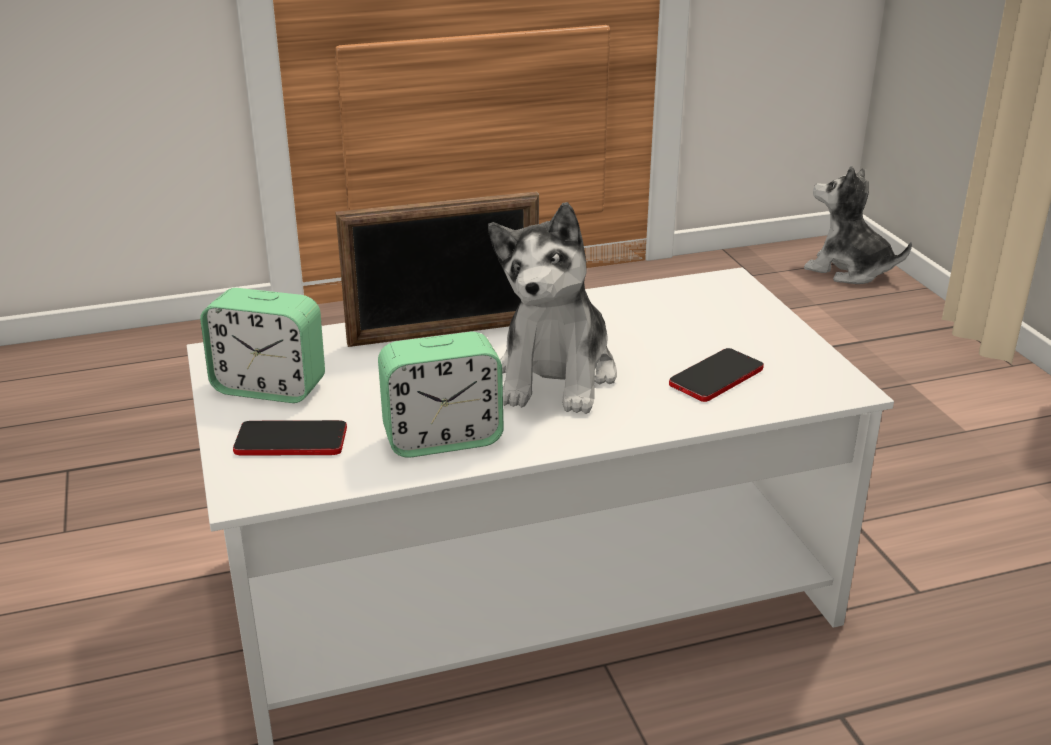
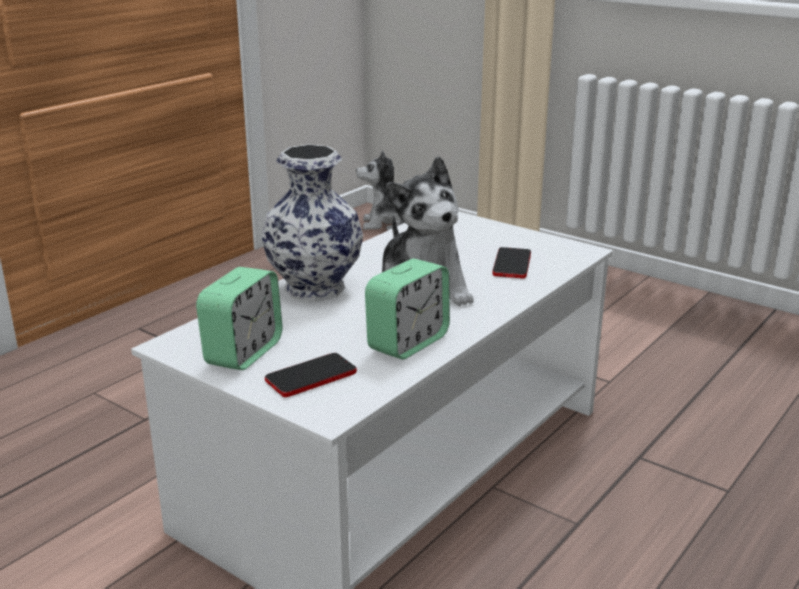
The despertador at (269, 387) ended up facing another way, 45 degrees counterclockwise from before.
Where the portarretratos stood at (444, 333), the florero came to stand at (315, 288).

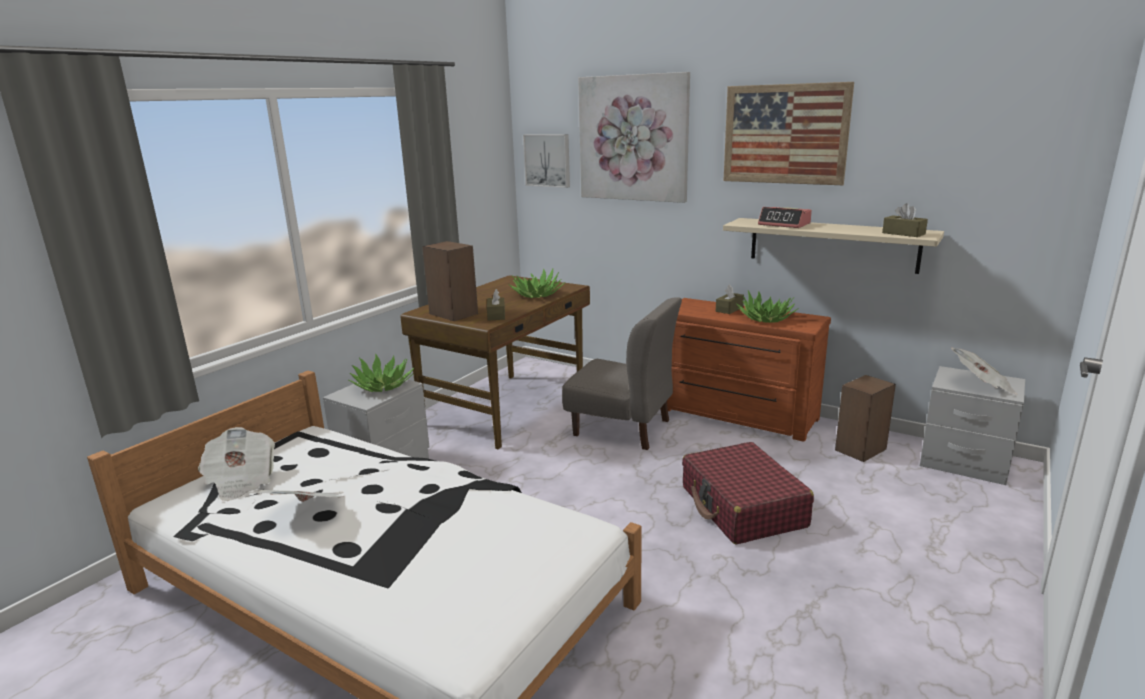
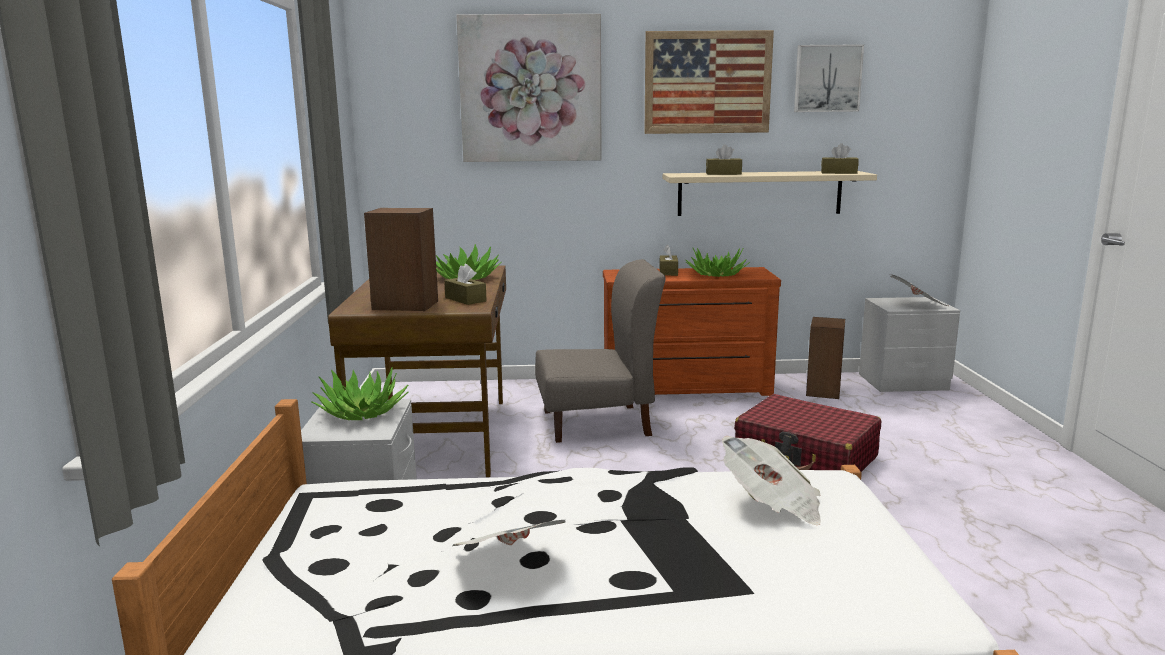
The periódico ended up elsewhere, having gone from (241, 481) to (772, 505).
The cuadro ended up elsewhere, having gone from (548, 160) to (827, 78).
Where the despertador stood at (784, 224), the caja de pañuelos [marrón] came to stand at (723, 174).

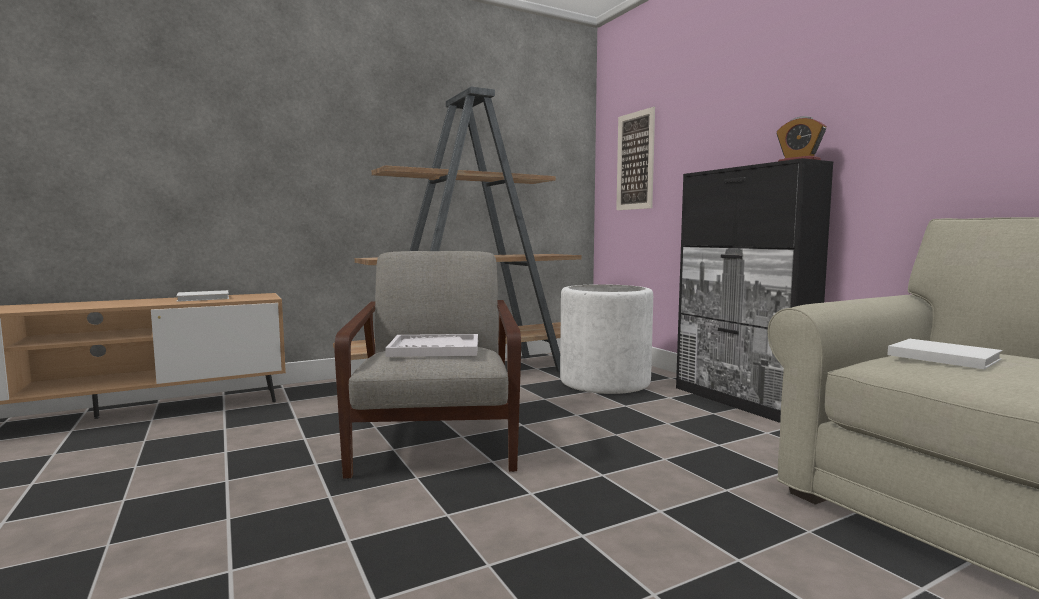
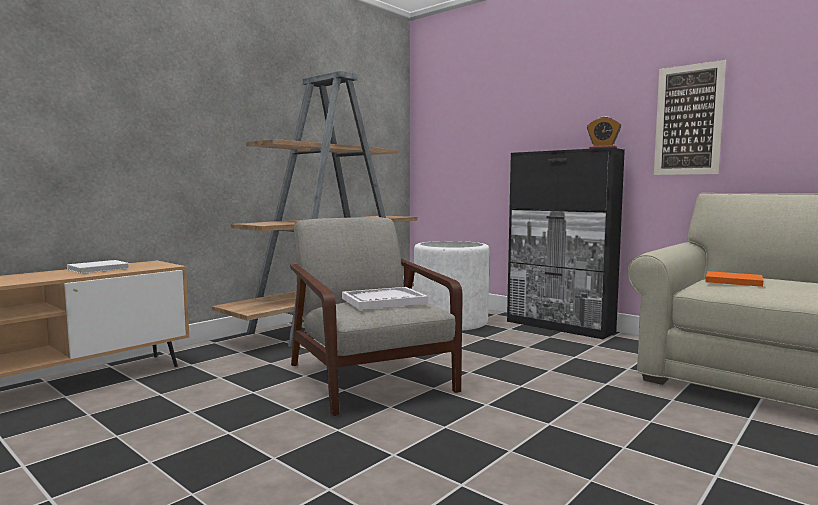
The cuadro ended up elsewhere, having gone from (635, 161) to (688, 120).
What was the libro [blanco] at (939, 356) turned into the libro [naranja] at (731, 281).

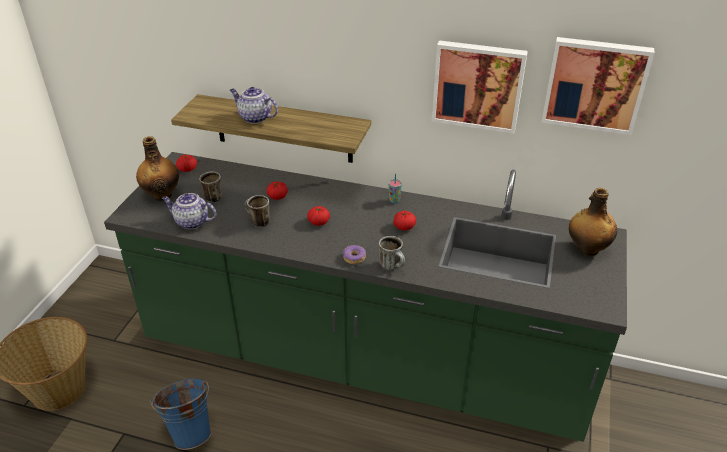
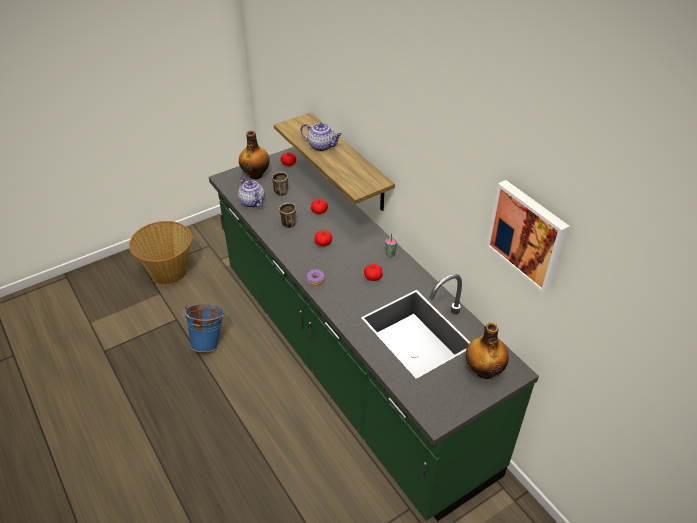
The tetera at (254, 117) ended up facing another way, 135 degrees clockwise from before.
The second view lost the taza grande at (393, 266).
The second view lost the cuadro at (478, 85).

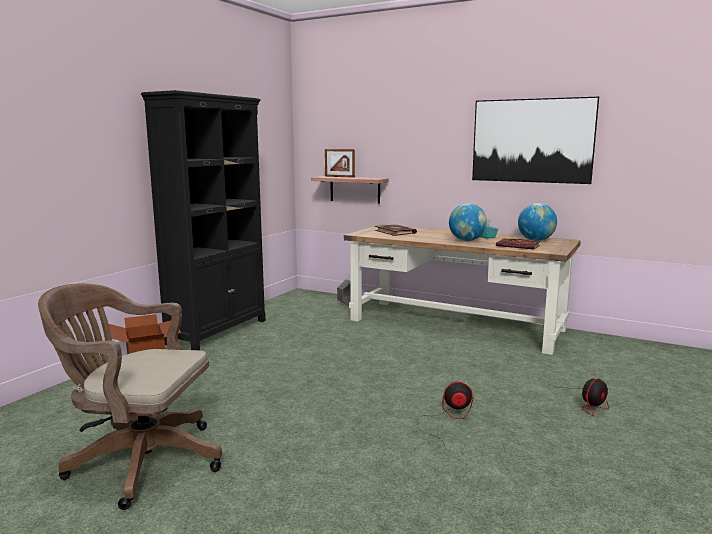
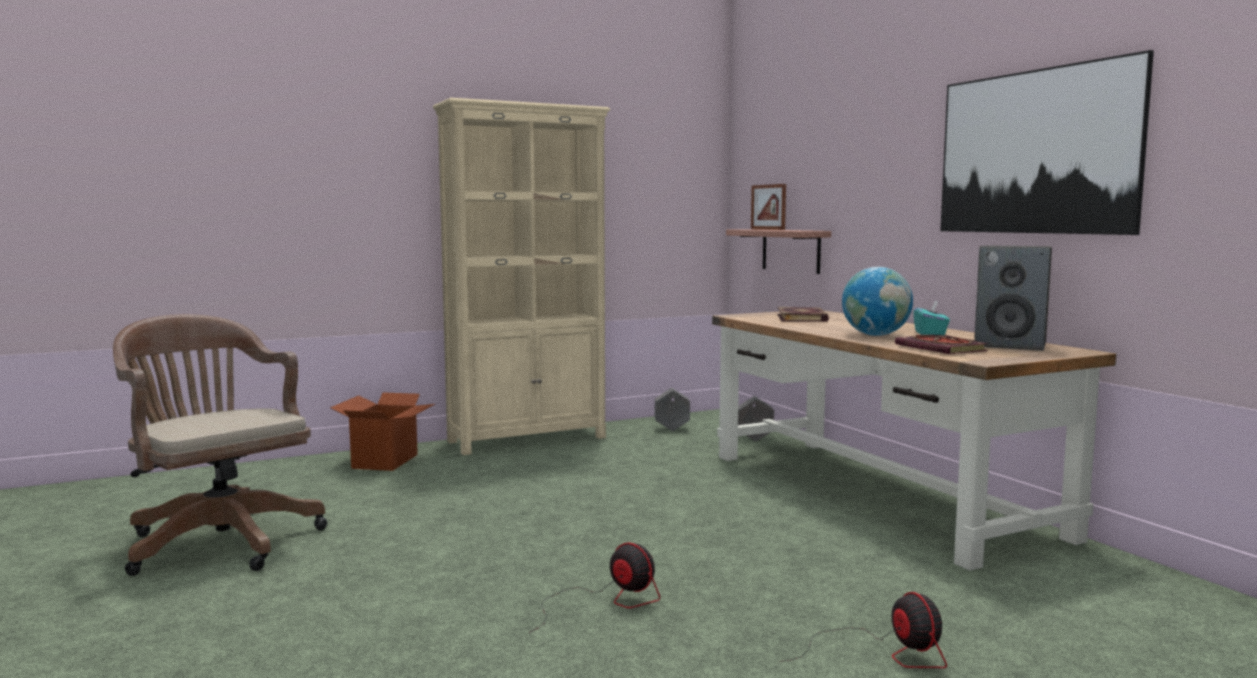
What was the estantería [negro] at (218, 331) turned into the estantería [beis] at (528, 439).
Where the globo terráqueo stood at (535, 240), the altavoz came to stand at (1011, 345).
The ventilador at (588, 403) ended up facing another way, 105 degrees counterclockwise from before.
The second view gained the maceta [gris] at (672, 429).

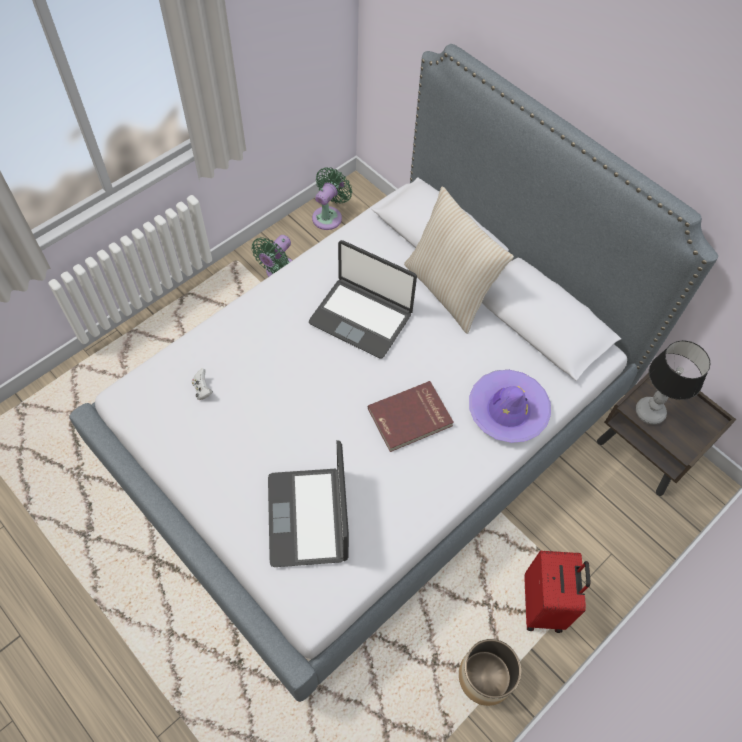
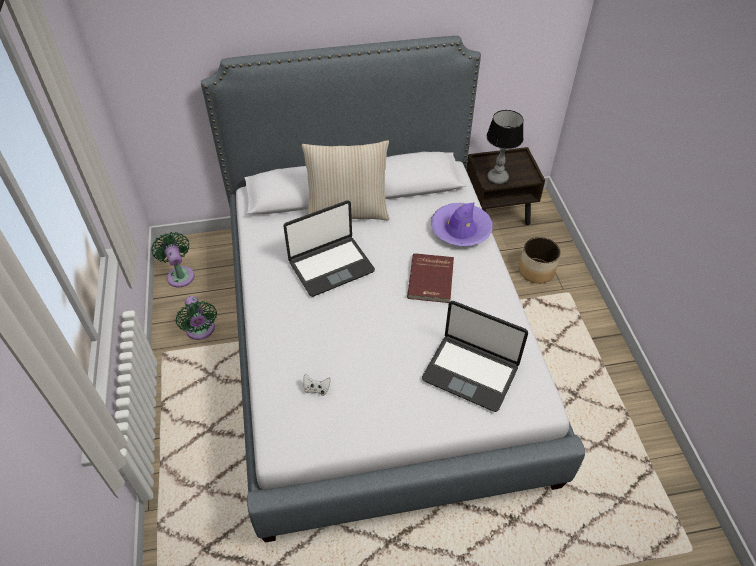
The maceta ended up elsewhere, having gone from (486, 676) to (536, 271).
The second view lost the maleta [rojo] at (544, 605).

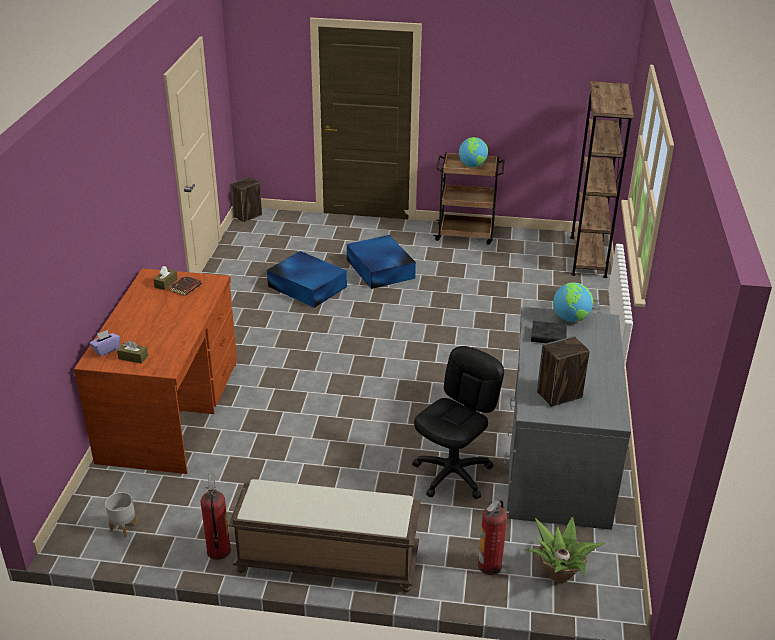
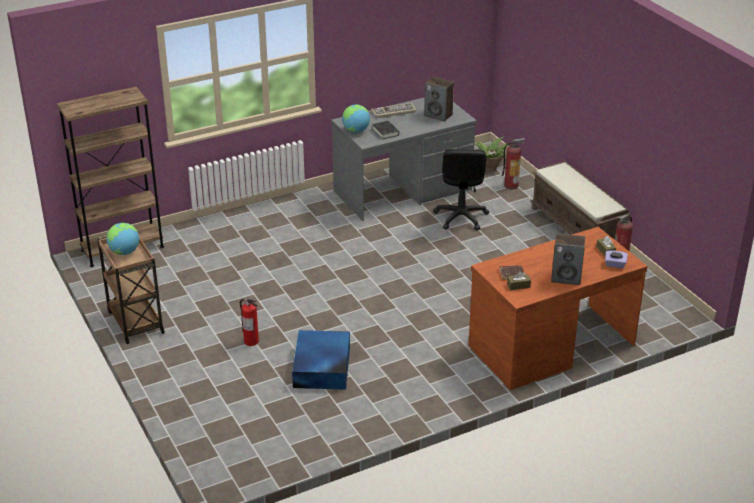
The second view lost the maceta [gris] at (123, 527).
The altavoz ended up elsewhere, having gone from (247, 216) to (566, 277).
Where the caja de almacenaje [azul] stood at (380, 269), the extintor came to stand at (251, 341).
The silla de oficina [negro] at (453, 474) ended up facing another way, 90 degrees counterclockwise from before.
The second view gained the teclado at (393, 112).

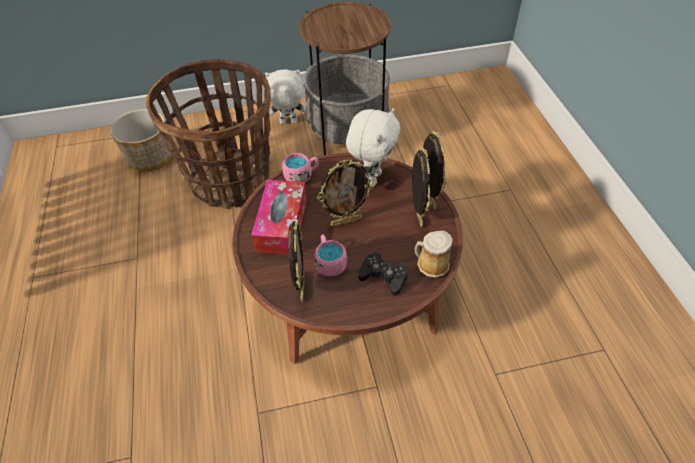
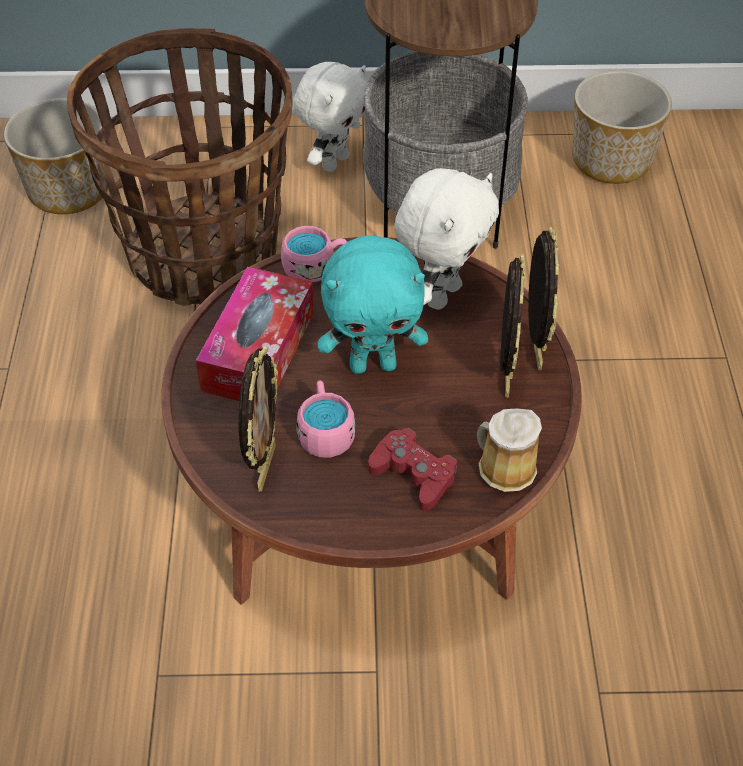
The peluche [blanco] at (288, 123) ended up facing another way, 120 degrees clockwise from before.
Where the portarretratos stood at (346, 221), the peluche [turquesa] came to stand at (373, 364).
What was the mando de consola [negro] at (383, 277) turned into the mando de consola [rojo] at (413, 474).
The second view gained the maceta at (609, 160).

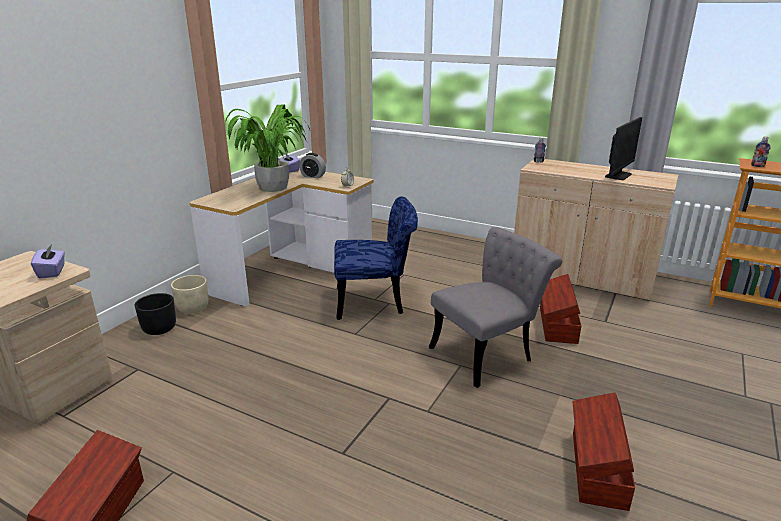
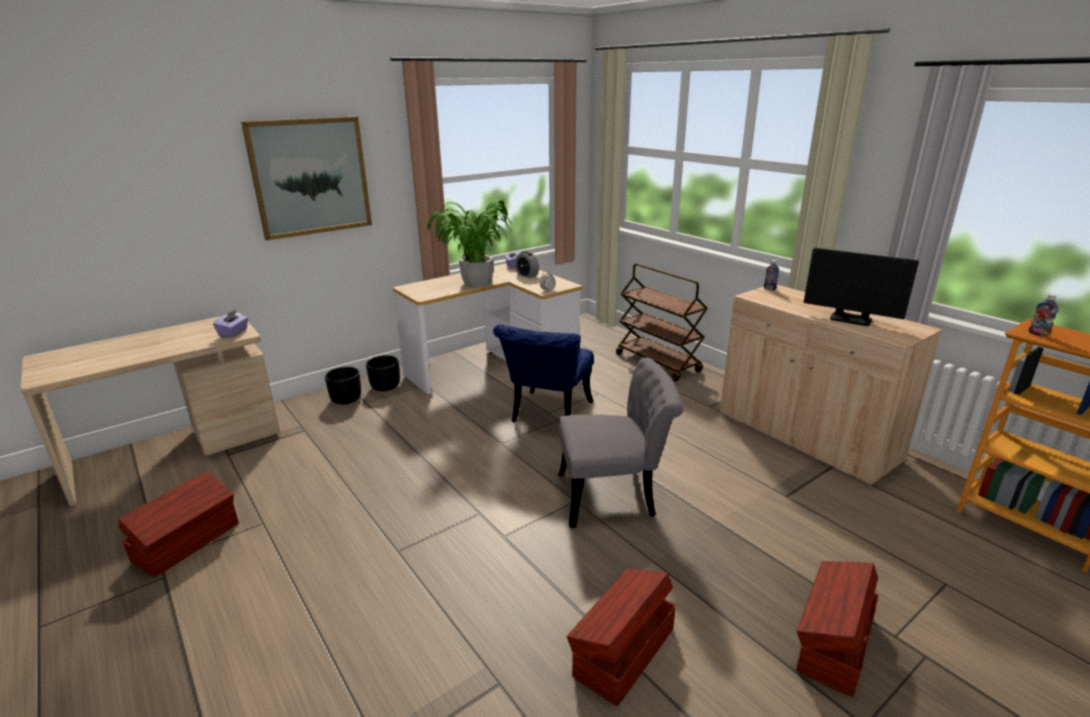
What was the maceta [beis] at (192, 308) turned into the maceta [negro] at (385, 386).
The silla [azul] at (376, 301) ended up facing another way, 90 degrees clockwise from before.
The caja de almacenaje [marrón] ended up elsewhere, having gone from (556, 325) to (833, 643).
The monitor at (618, 175) ended up facing another way, 60 degrees clockwise from before.
The second view gained the cuadro at (311, 177).
The second view gained the carrito [marrón] at (658, 363).

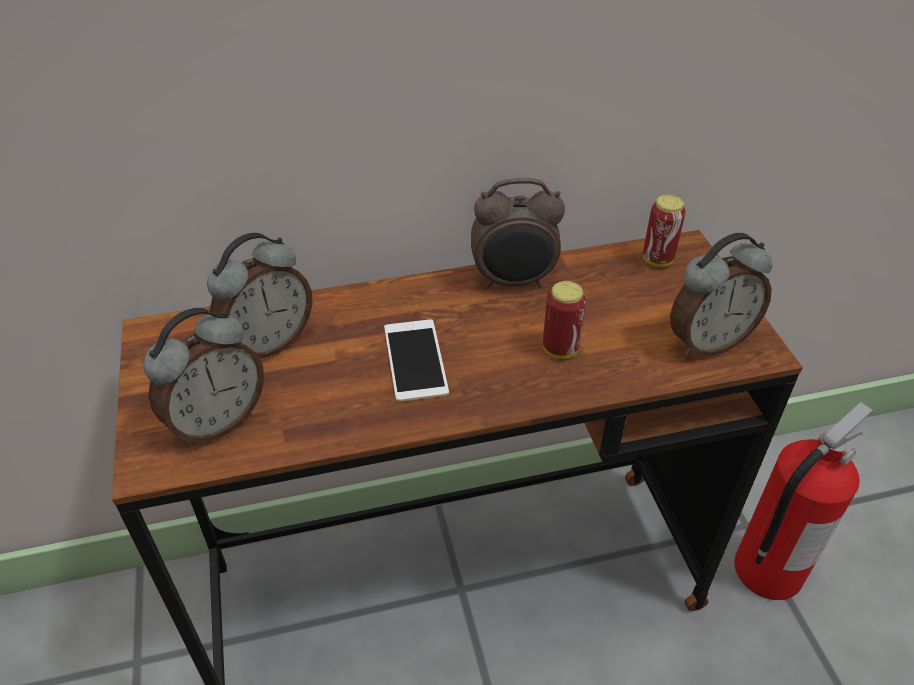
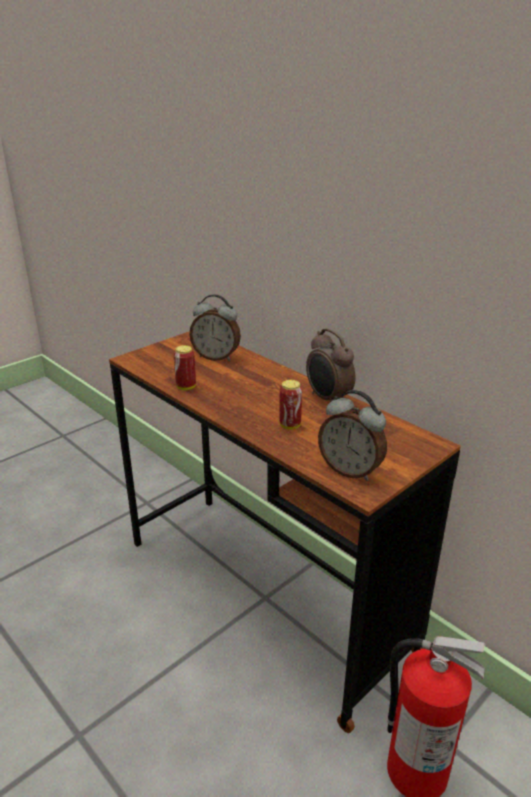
The second view lost the despertador at (217, 421).
The second view lost the móvil at (415, 360).
The lata ended up elsewhere, having gone from (657, 260) to (186, 387).

